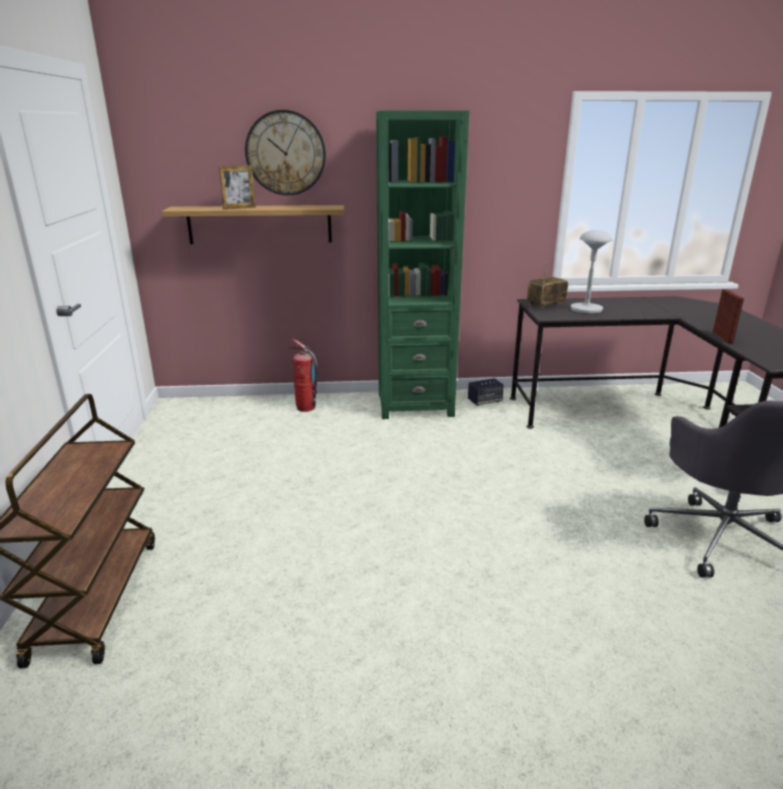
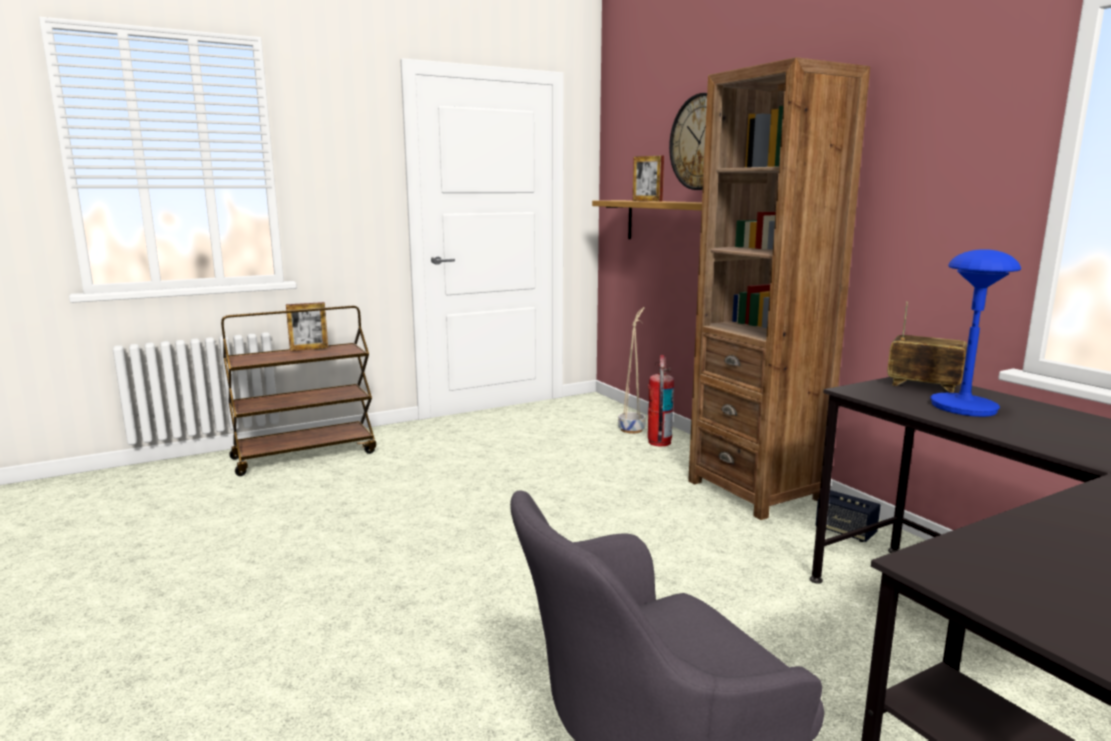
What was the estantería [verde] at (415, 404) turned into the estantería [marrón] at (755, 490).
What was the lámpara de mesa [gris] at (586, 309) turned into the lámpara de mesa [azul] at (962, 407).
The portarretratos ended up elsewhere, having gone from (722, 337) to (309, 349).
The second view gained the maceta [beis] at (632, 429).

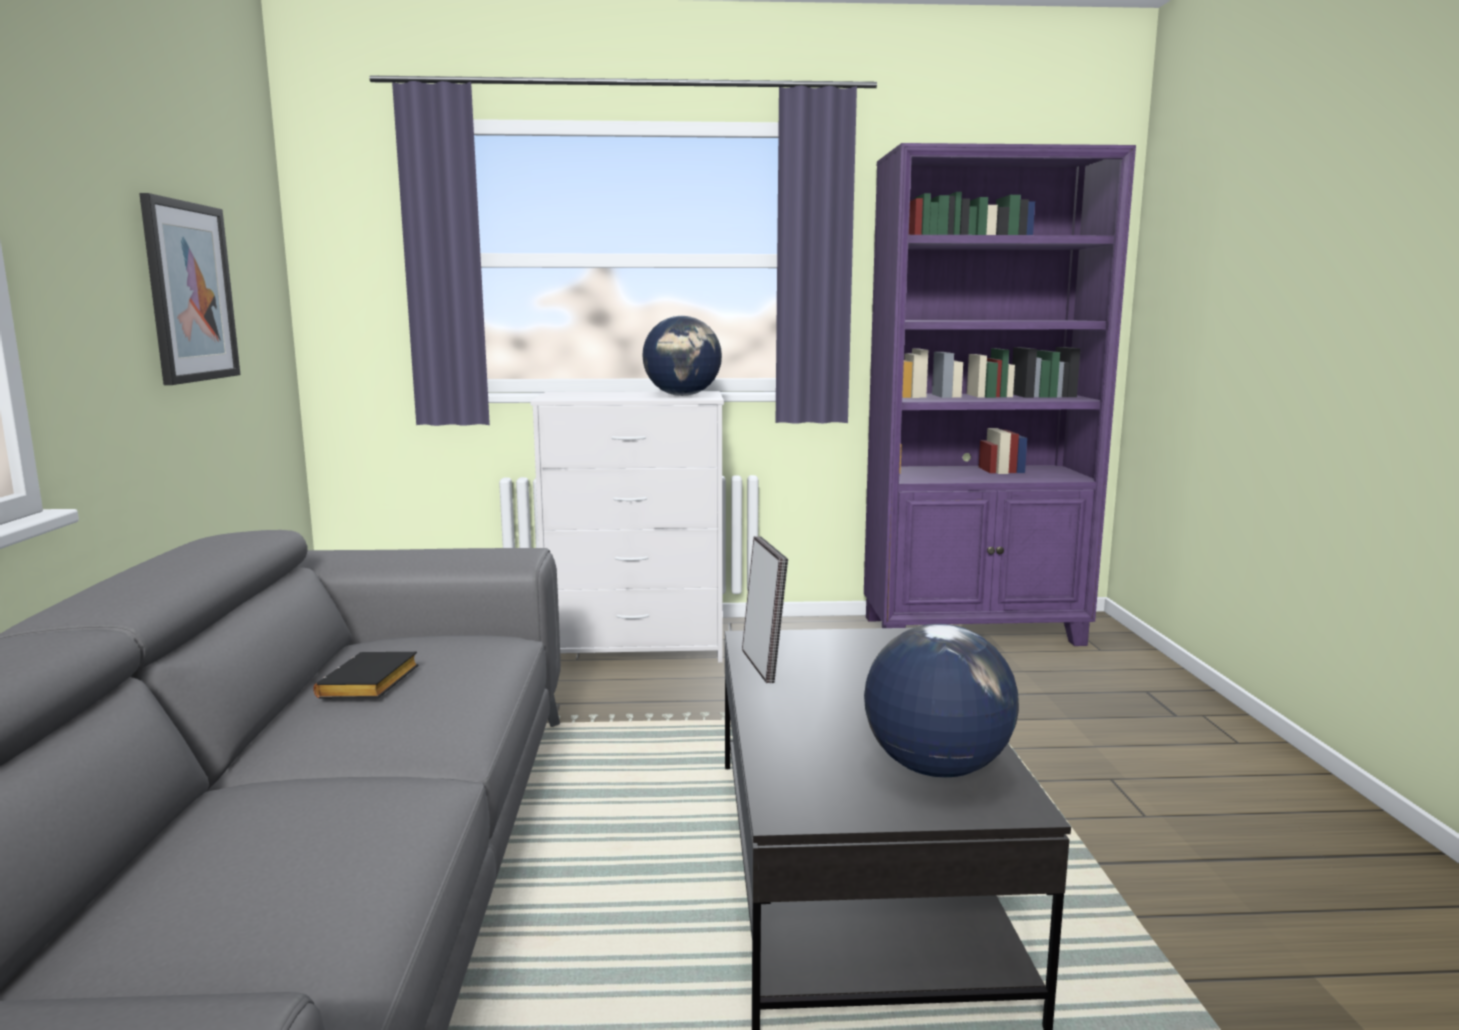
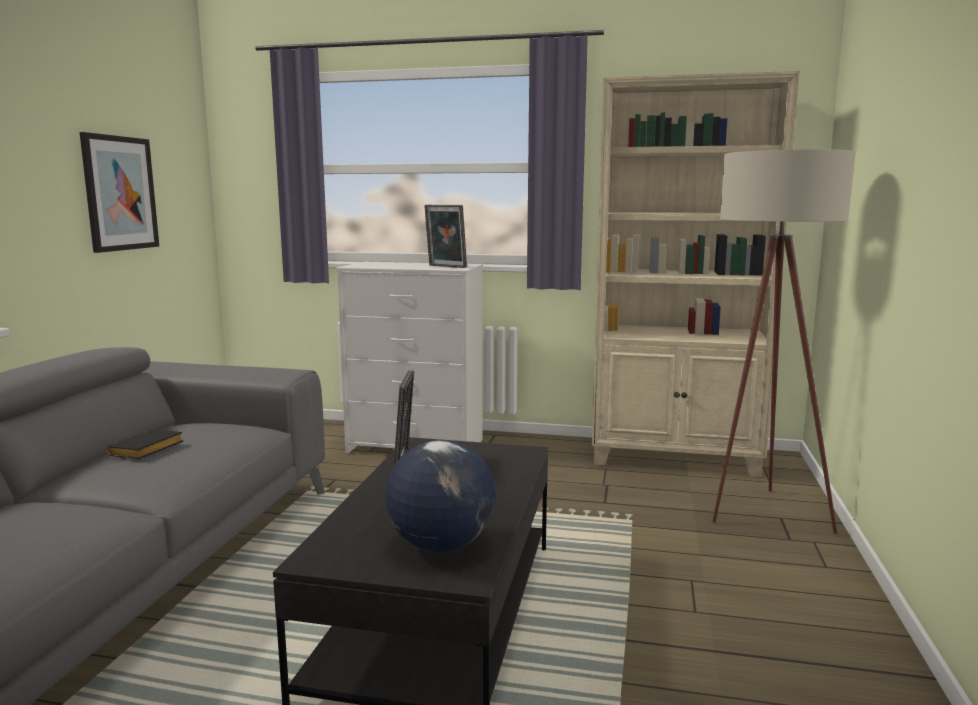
Where the globo terráqueo stood at (683, 395), the portarretratos came to stand at (445, 266).
What was the estantería [morado] at (974, 631) turned into the estantería [beis] at (675, 458).
The second view gained the lámpara de pie [beis] at (759, 516).

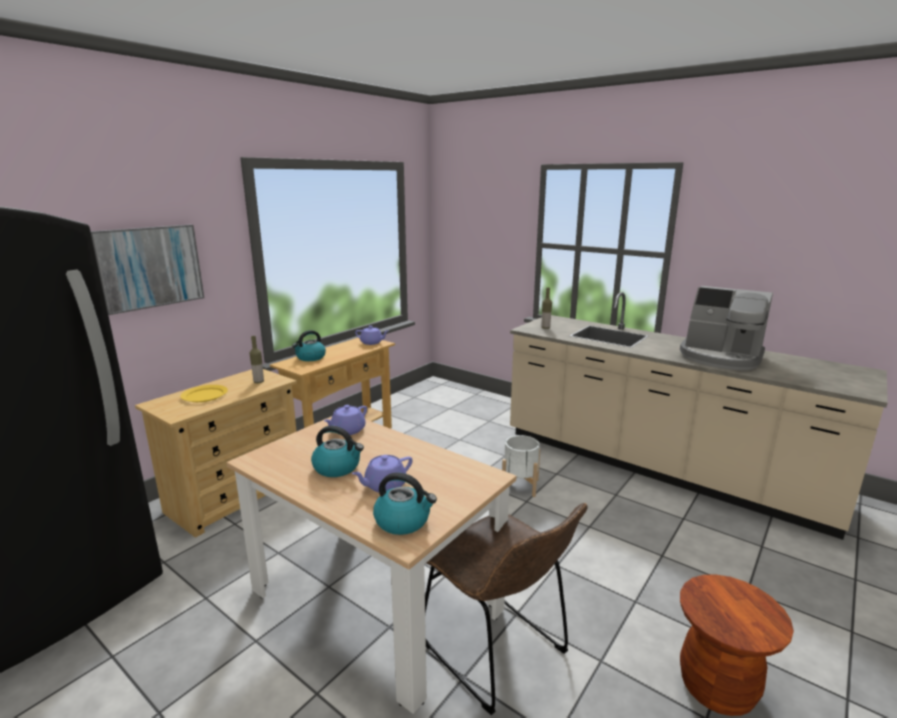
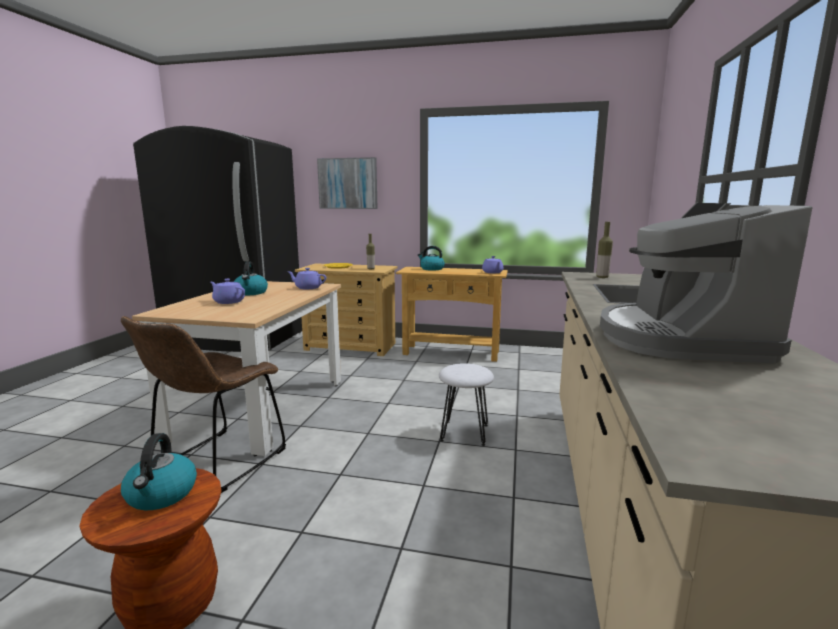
The hervidor ended up elsewhere, having gone from (403, 521) to (161, 495).
Where the maceta [blanco] stood at (519, 485), the taburete [blanco] came to stand at (465, 433).

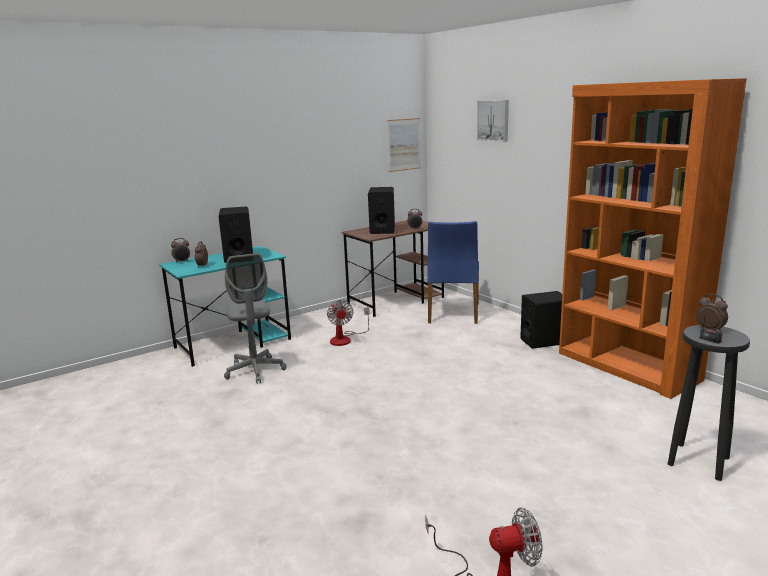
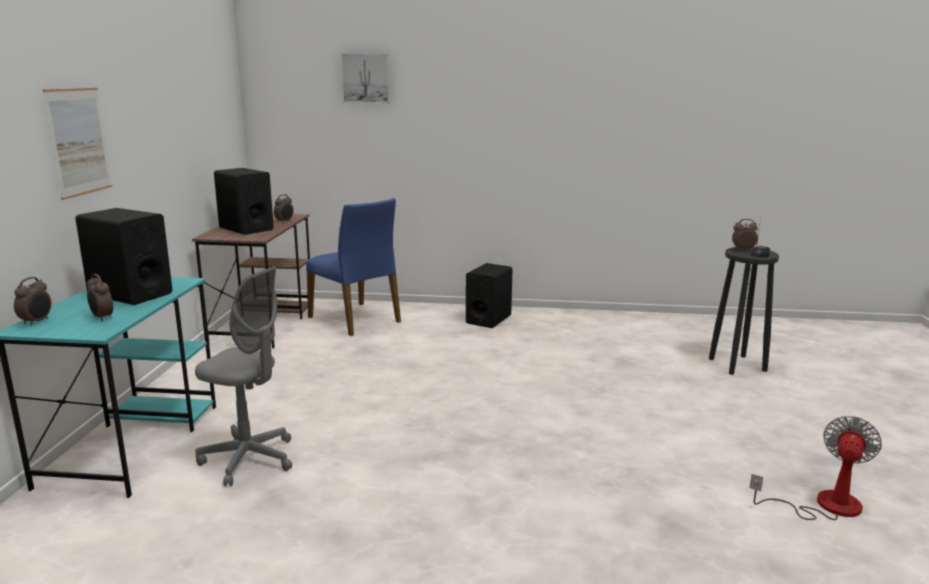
The second view lost the ventilador at (345, 339).
The cuadro ended up elsewhere, having gone from (404, 144) to (79, 141).
The second view lost the estantería [naranja] at (627, 367).

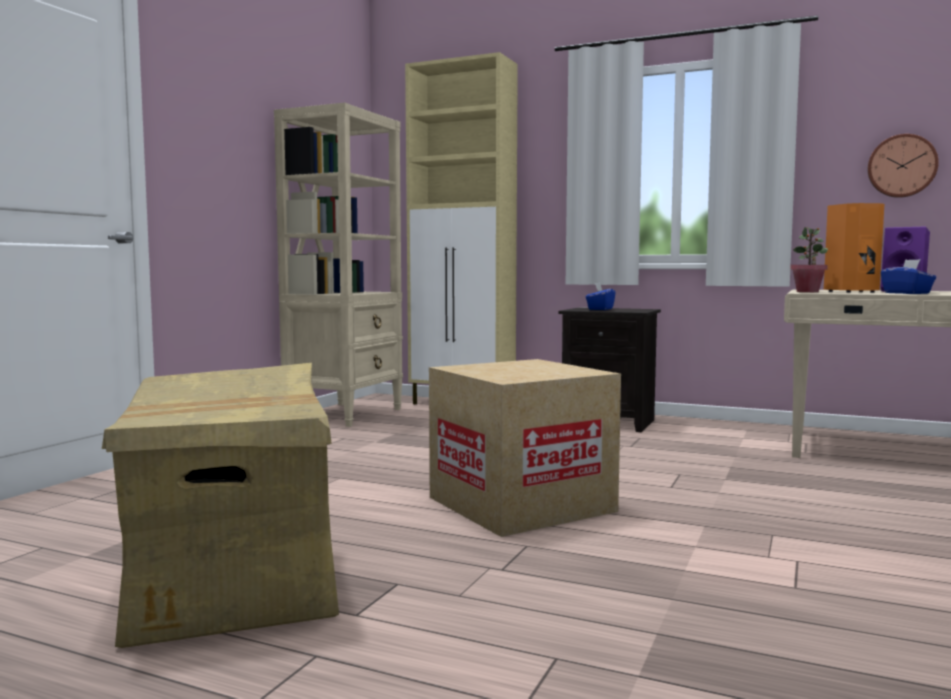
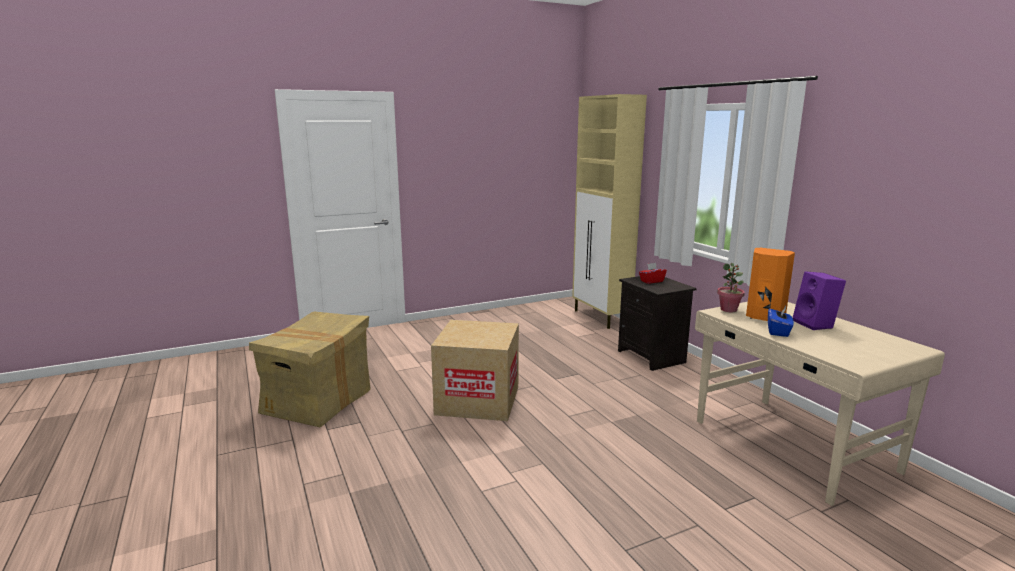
The second view lost the estantería [beis] at (345, 414).
What was the caja de pañuelos [azul] at (600, 309) turned into the caja de pañuelos [rojo] at (651, 281).
The second view lost the reloj de pared at (901, 166).

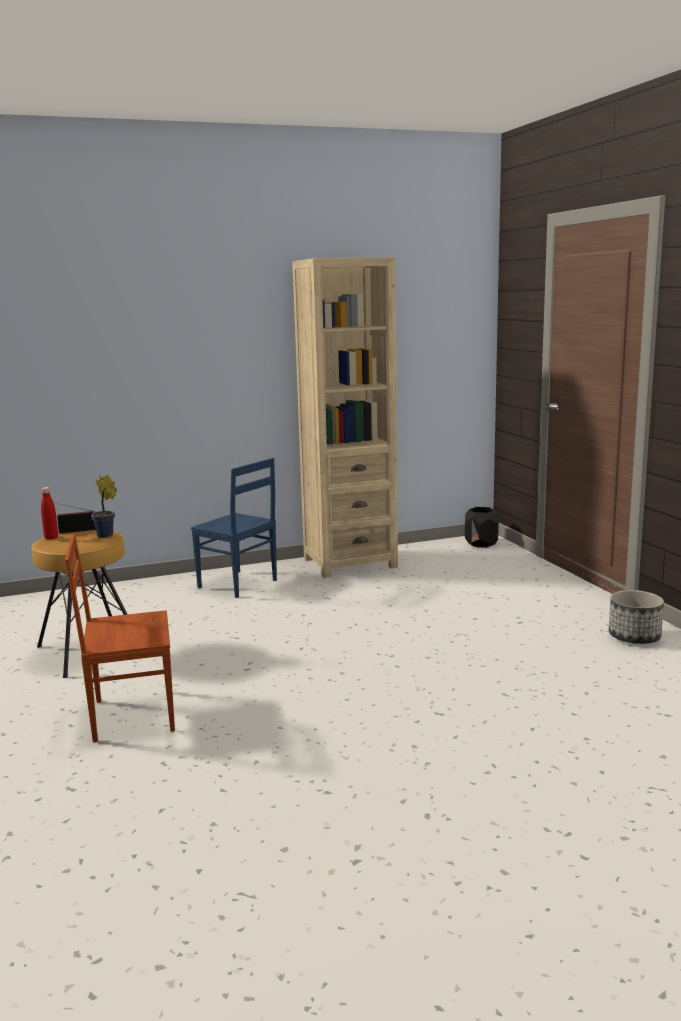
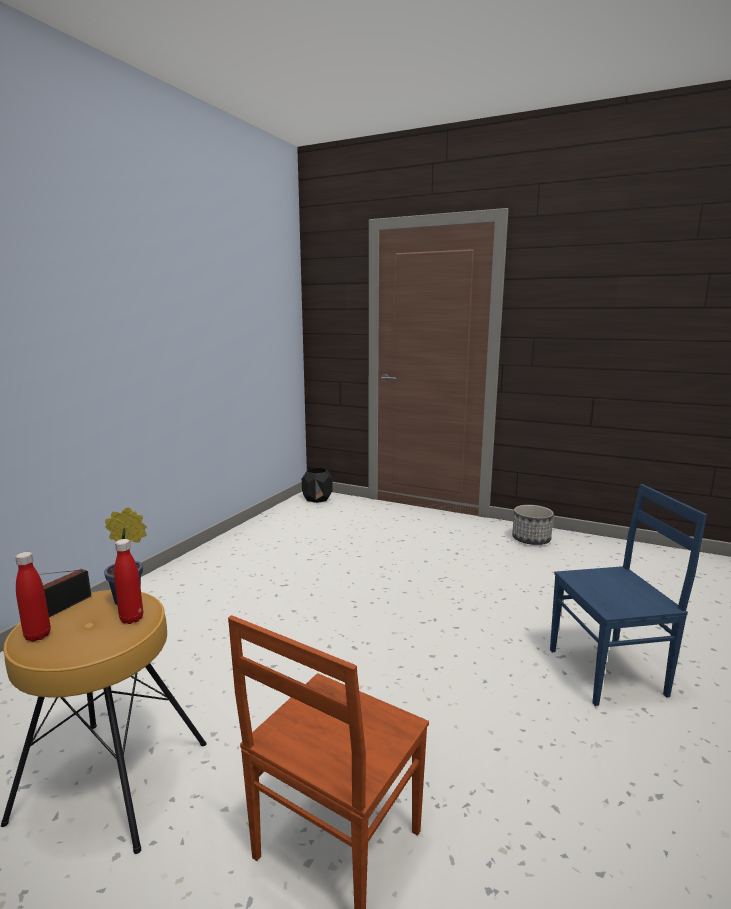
The silla [azul] ended up elsewhere, having gone from (237, 584) to (609, 673).
The second view lost the estantería [beis] at (349, 563).
The second view gained the botella [rojo] at (131, 619).

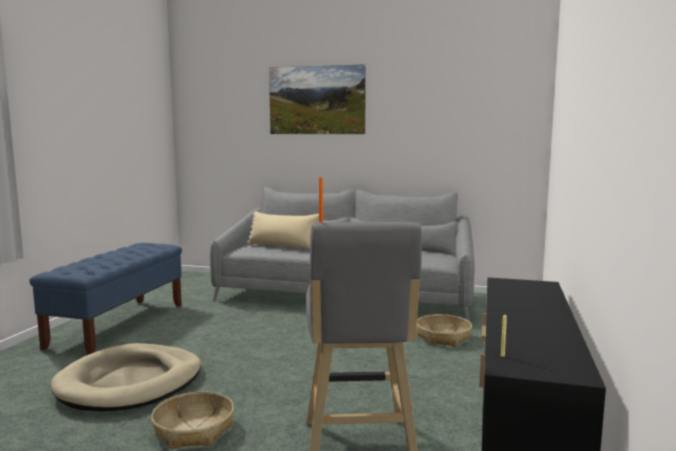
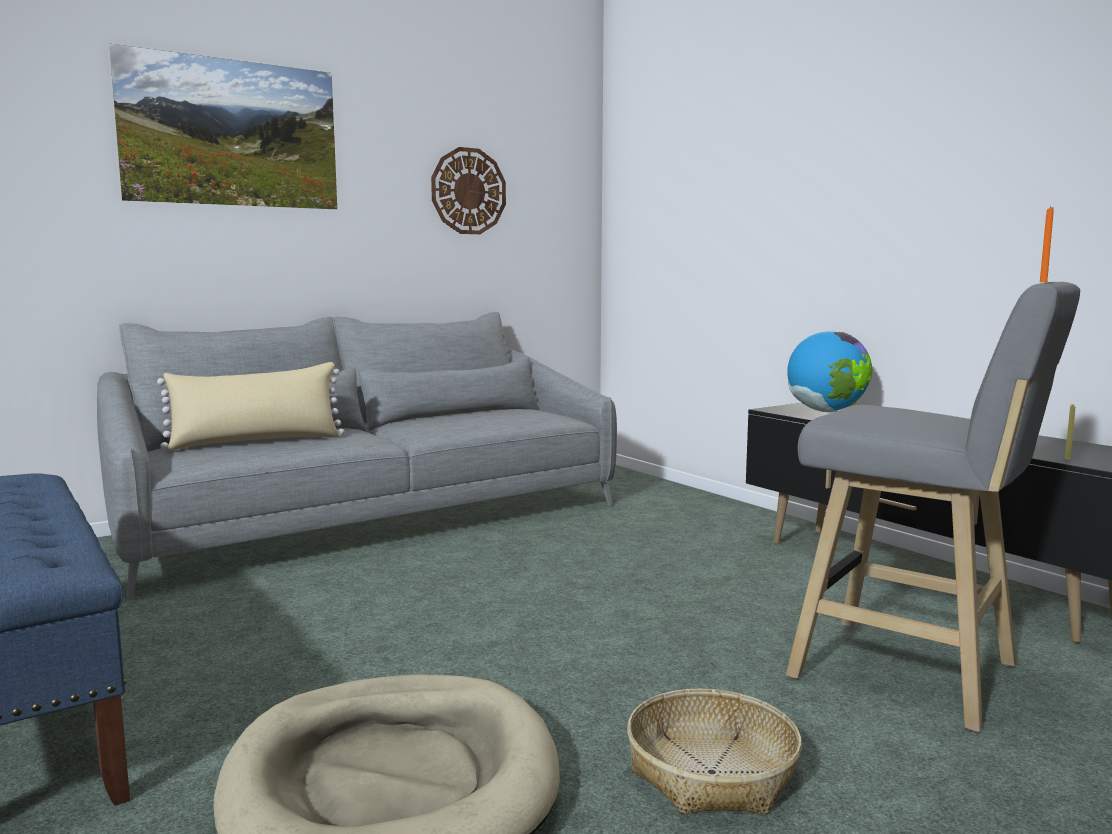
The second view lost the cesta at (443, 337).
The second view gained the reloj de pared at (468, 191).
The second view gained the globo terráqueo at (826, 412).

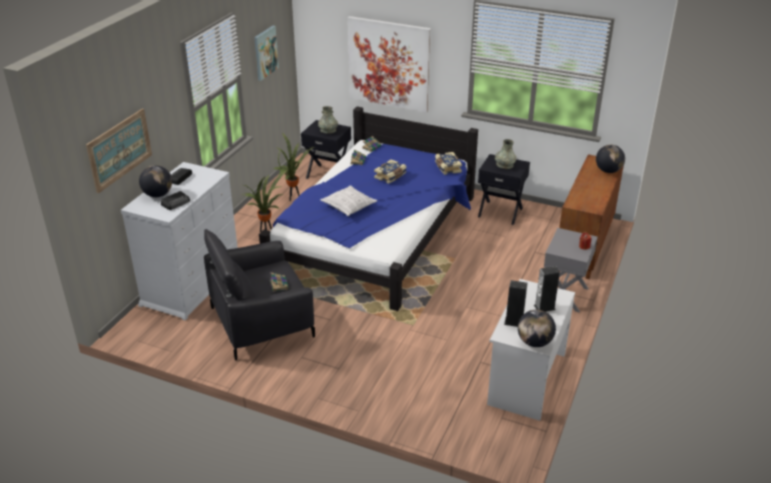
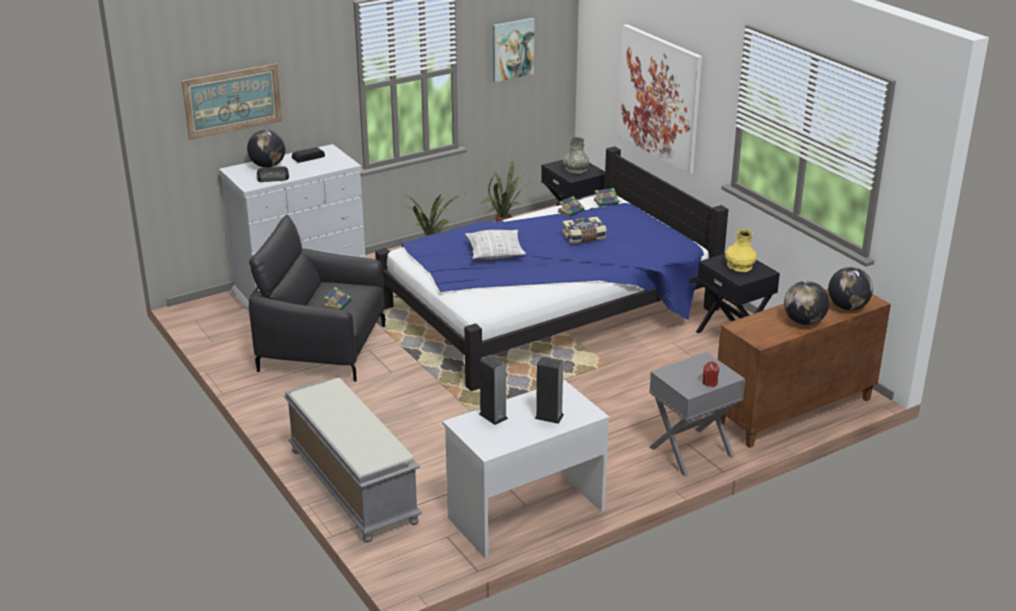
The second view lost the libro at (447, 168).
What was the florero [gris] at (504, 165) turned into the florero [amarillo] at (739, 266).
The globo terráqueo ended up elsewhere, having gone from (534, 342) to (803, 322).
The second view gained the banco [gris] at (351, 485).

